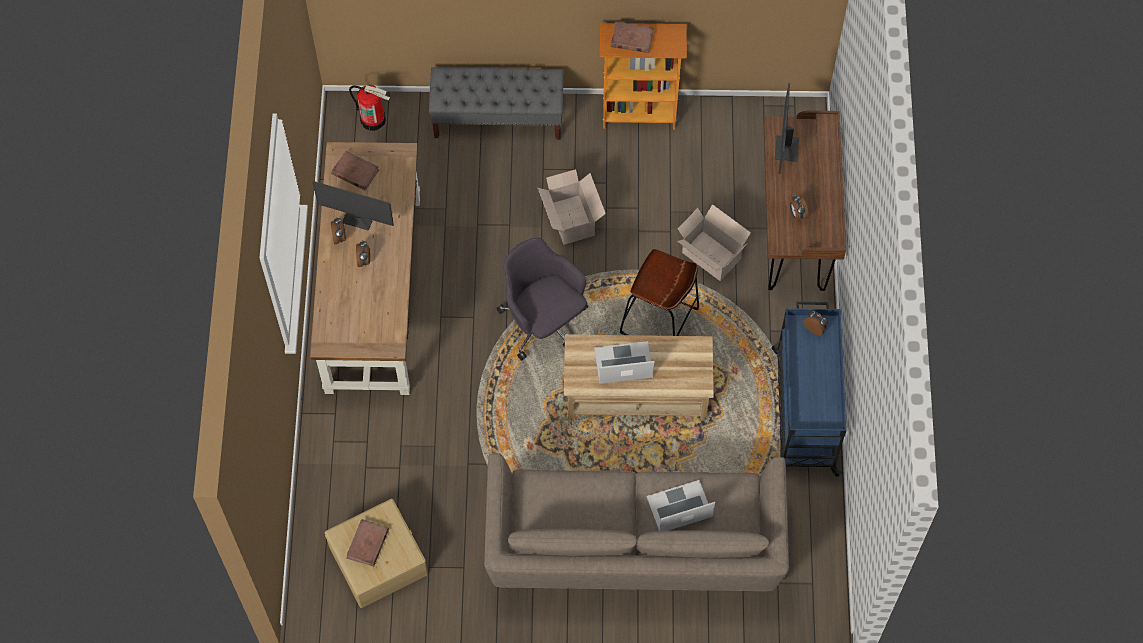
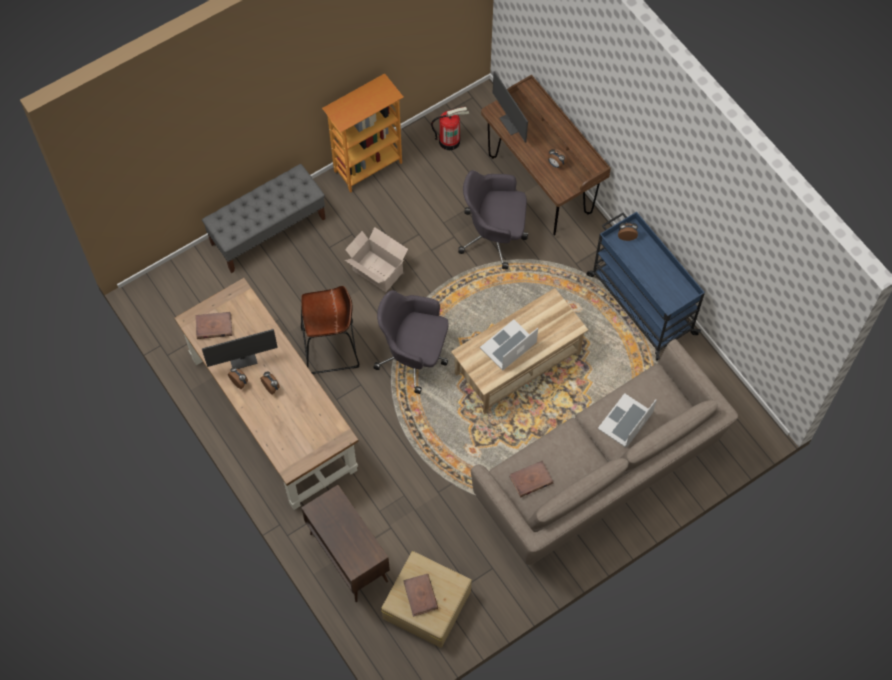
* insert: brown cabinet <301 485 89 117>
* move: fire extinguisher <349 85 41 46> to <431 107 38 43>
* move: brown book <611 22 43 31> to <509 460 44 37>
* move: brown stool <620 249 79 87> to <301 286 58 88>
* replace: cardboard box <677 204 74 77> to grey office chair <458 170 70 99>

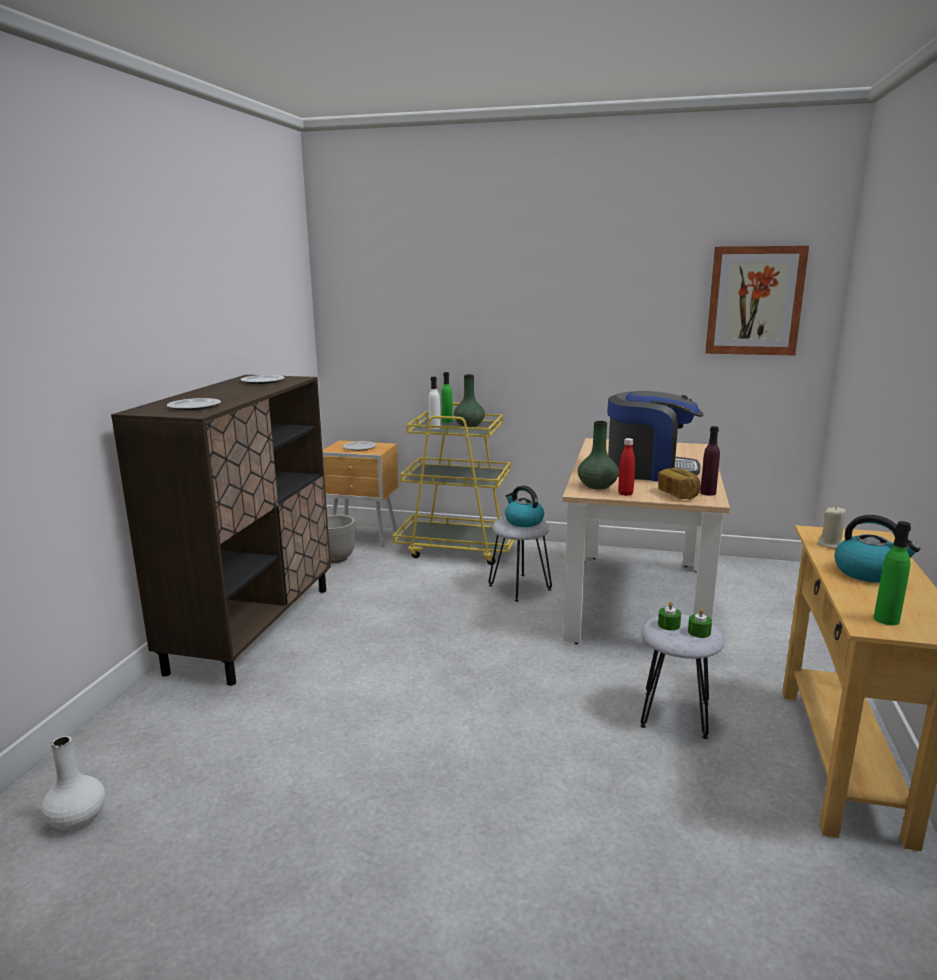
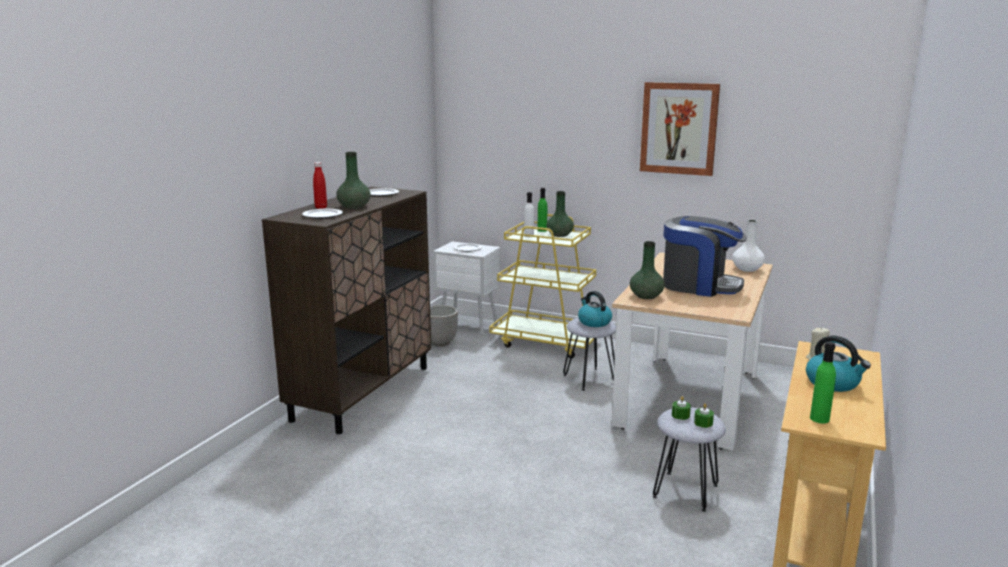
* delete: bread <658 468 43 31>
* delete: purple bottle <700 426 20 70>
* insert: green vase <336 152 35 57>
* move: white vase <41 736 64 94> to <732 220 33 52>
* move: red bottle <618 438 17 58> to <313 162 14 47>
* move: picture <705 246 104 109> to <640 82 80 94>
* recolor: brown nightstand <323 441 76 106> to white nightstand <433 241 68 94>

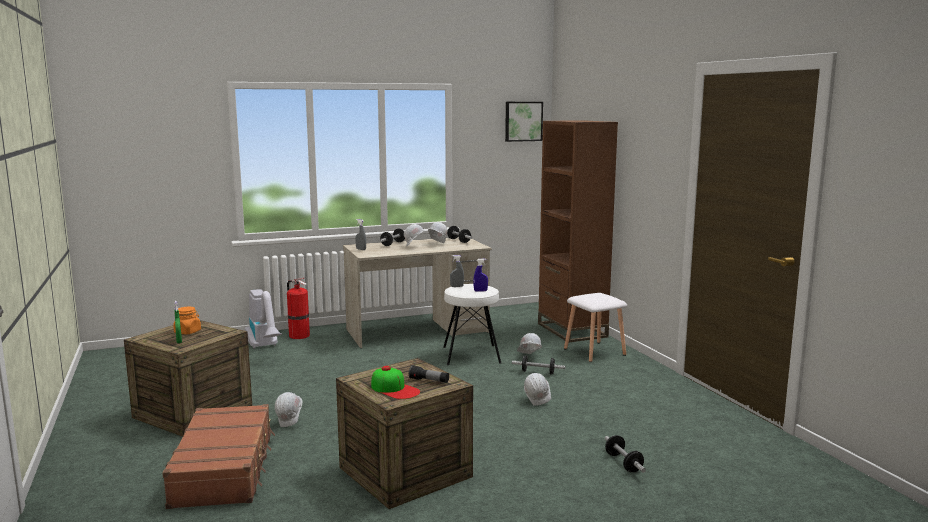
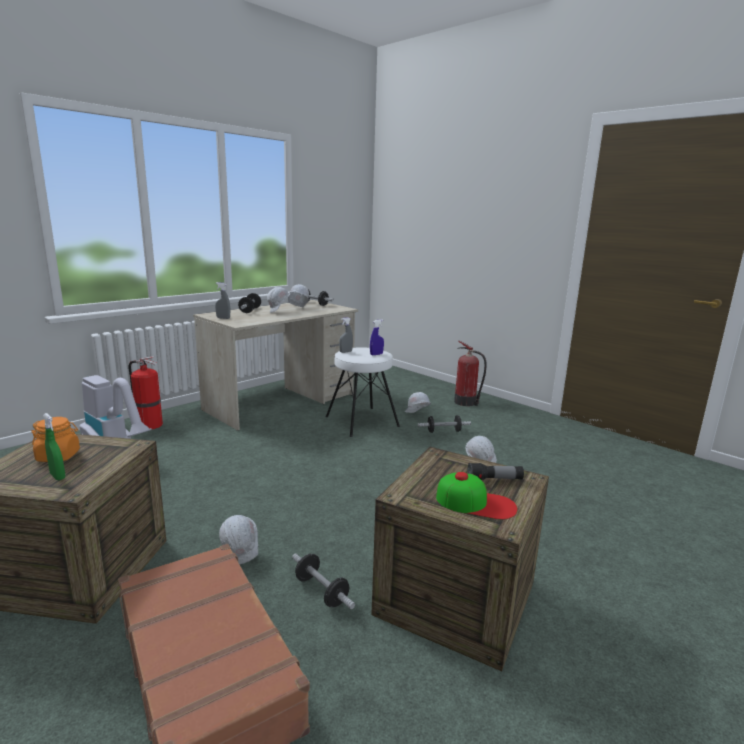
* delete: picture <505 102 38 40>
* delete: brown bookcase <538 120 80 222>
* move: dumbbell <605 435 41 38> to <292 553 63 56>
* replace: white stool <564 293 63 69> to fire extinguisher <454 341 33 65>

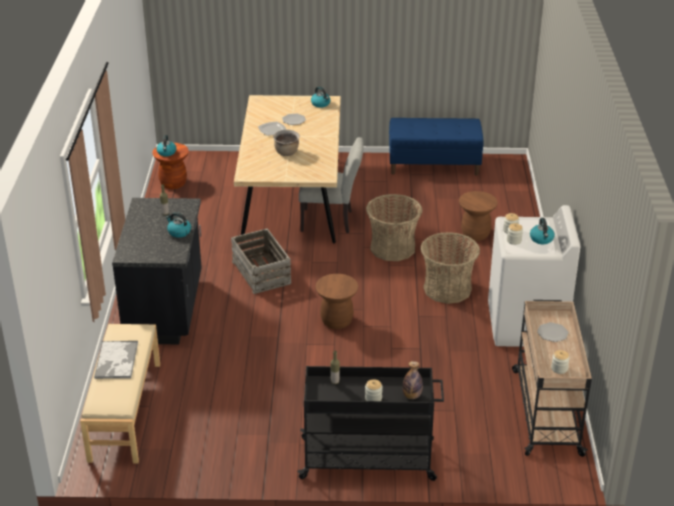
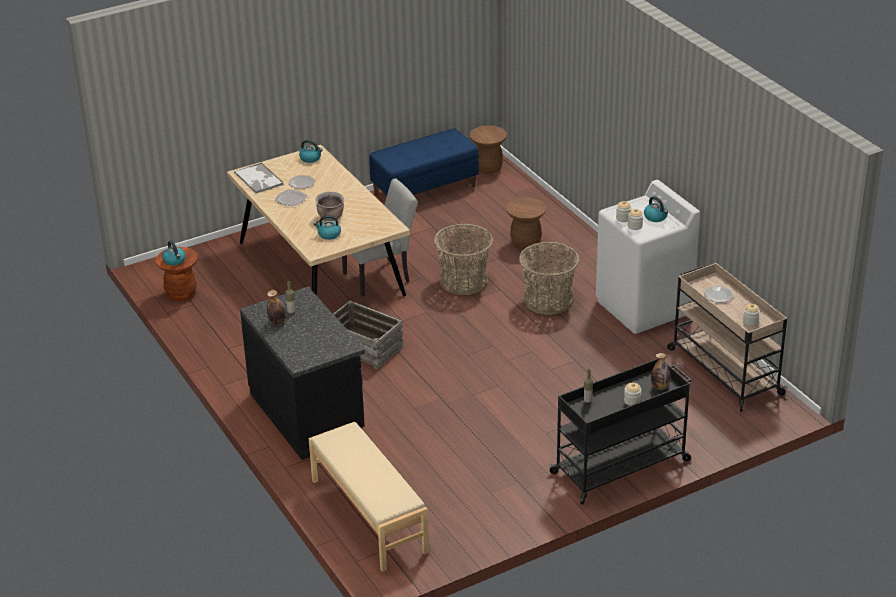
* insert: bottle <267 290 19 35>
* move: tray <94 341 44 38> to <234 163 50 30>
* move: kettle <166 212 25 26> to <314 215 27 25>
* move: brown stool <315 274 43 55> to <469 125 38 49>

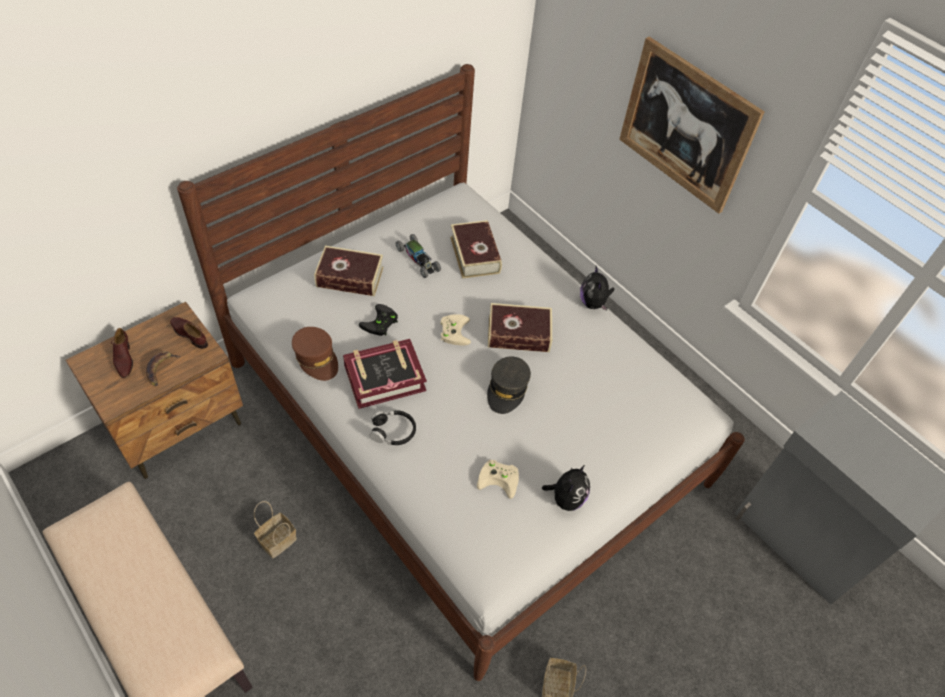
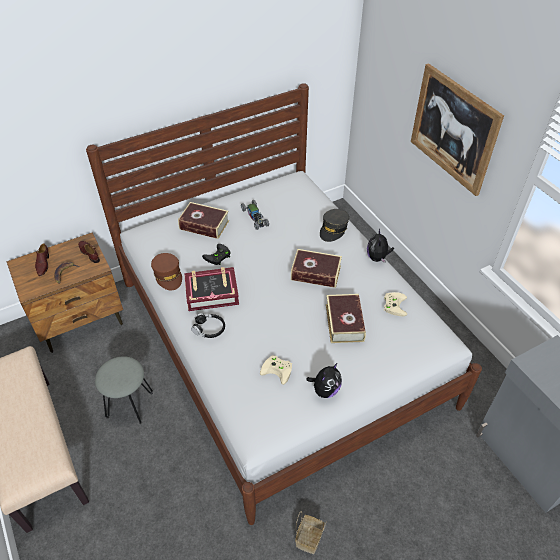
* move: beige game controller <440 314 31 32> to <384 292 23 24>
* move: book <450 220 52 59> to <326 294 40 49>
* move: grey cap <487 356 44 58> to <320 209 29 33>
* replace: basket <254 501 43 57> to grey stool <95 356 58 68>

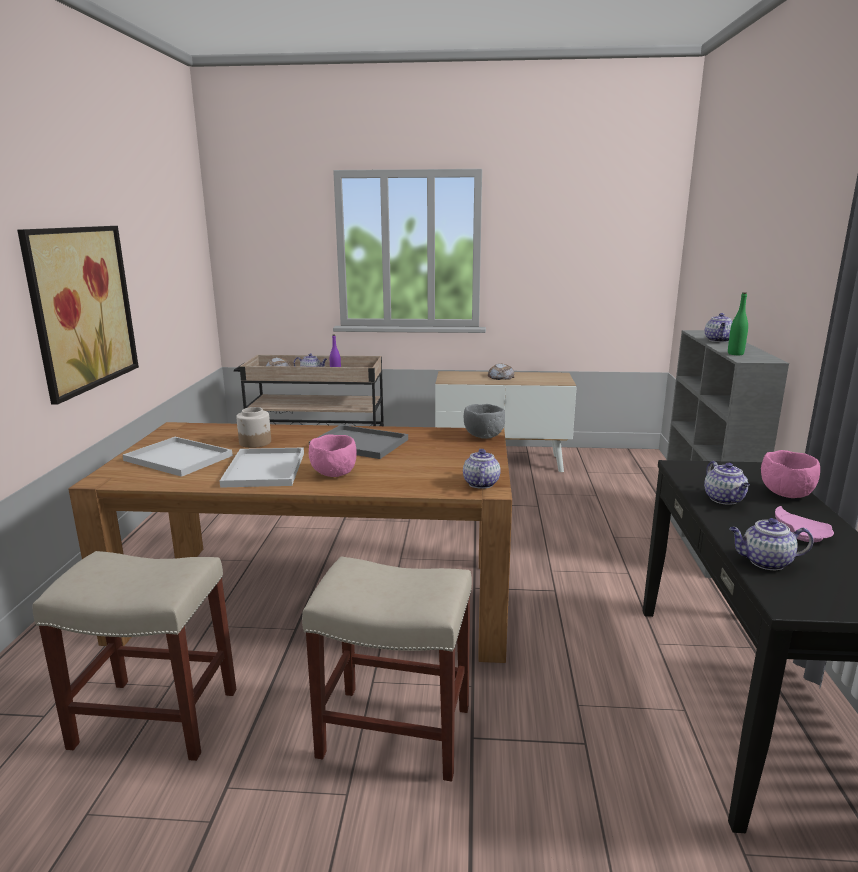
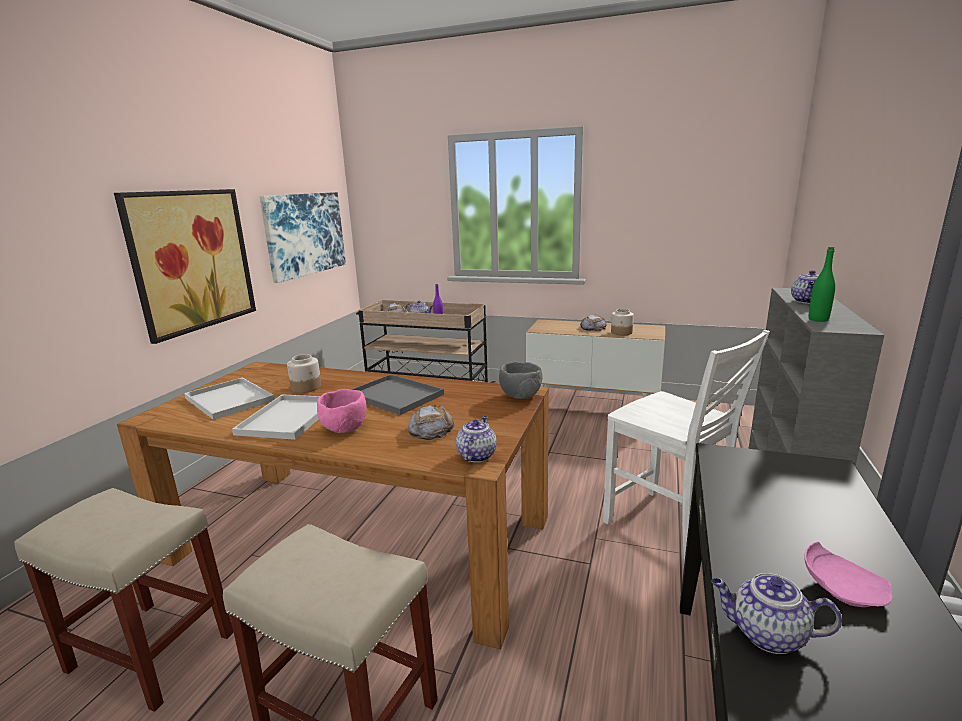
* delete: teapot <704 461 46 44>
* delete: pink bowl <761 450 59 48>
* insert: picture <259 192 87 91>
* insert: bread <408 405 48 35>
* insert: white chair <603 330 167 232>
* insert: jar <611 309 23 26>

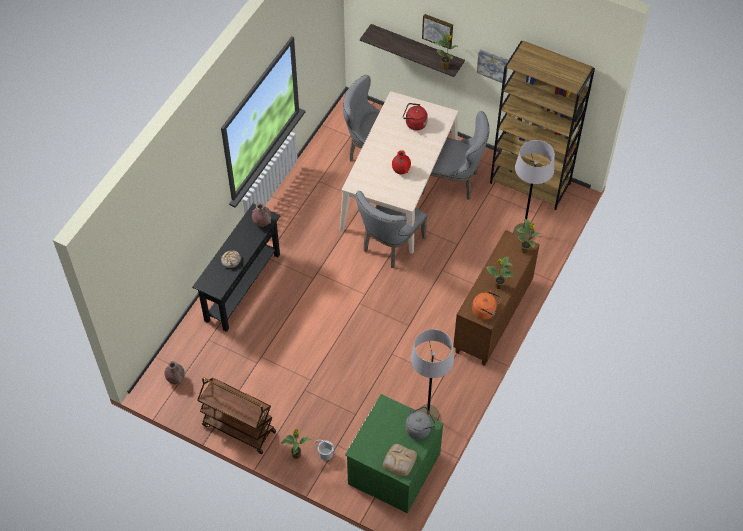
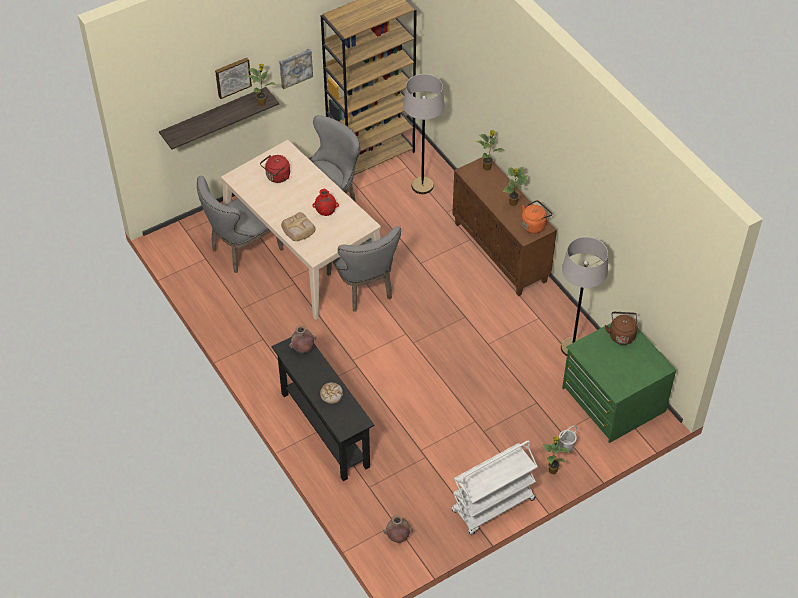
* move: bread <383 444 34 32> to <281 212 35 29>
* recolor: brown cart <197 378 79 76> to white cart <451 440 87 95>
* recolor: grey kettle <406 406 30 34> to brown kettle <605 312 32 33>

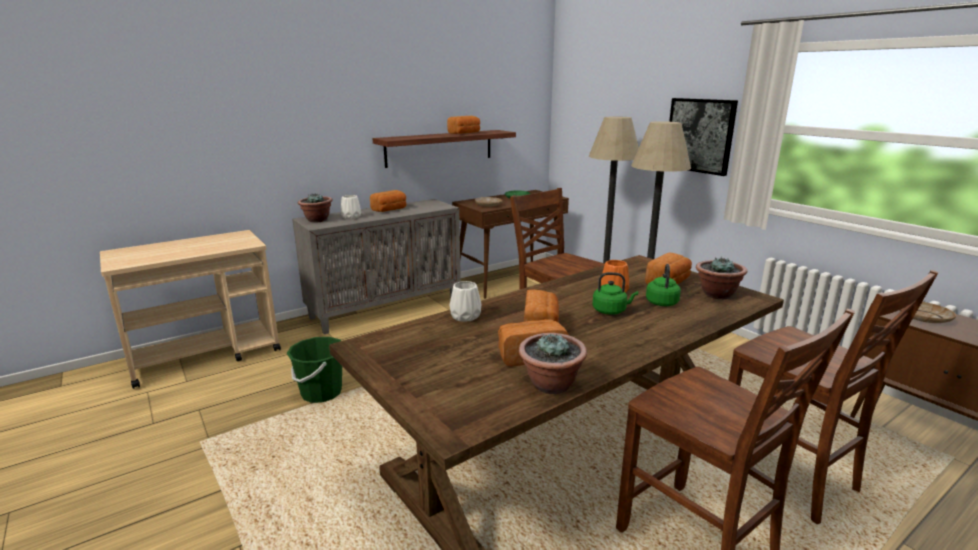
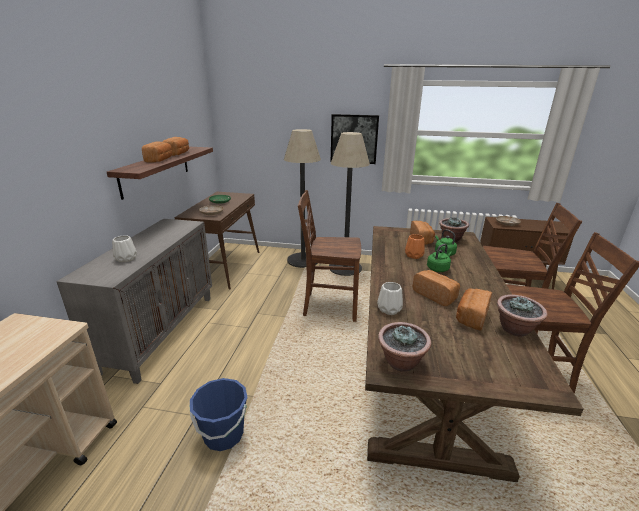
* move: potted plant <298 193 35 30> to <378 322 53 50>
* move: bread <370 190 36 22> to <142 141 30 22>
* recolor: green bucket <287 337 55 66> to blue bucket <190 378 58 73>

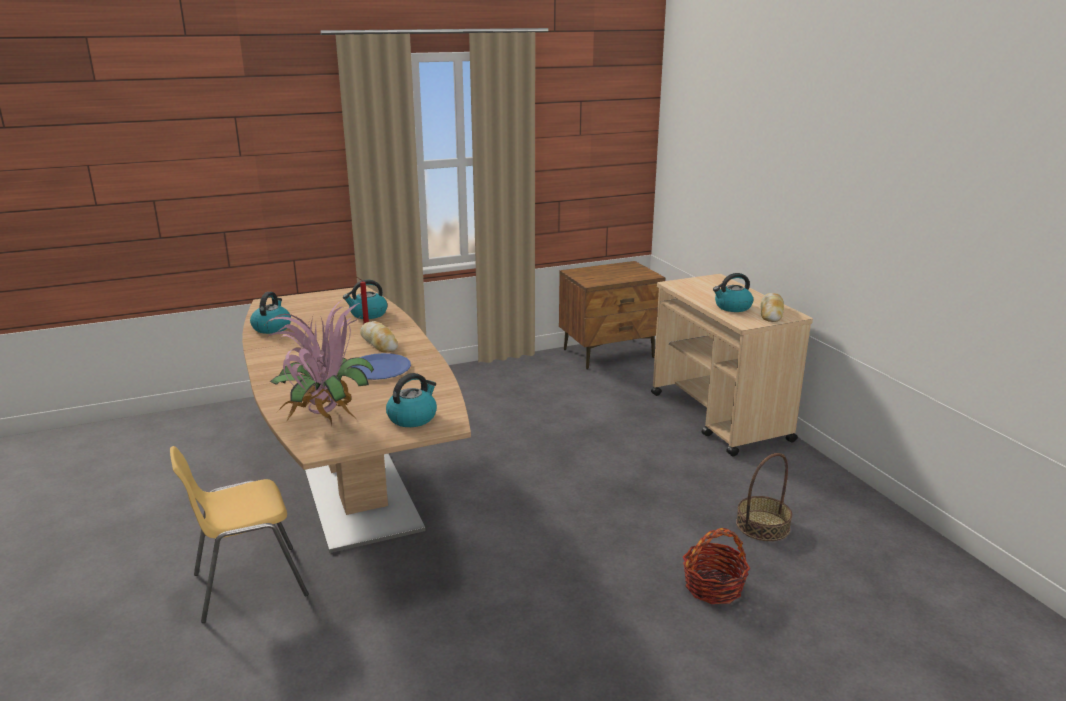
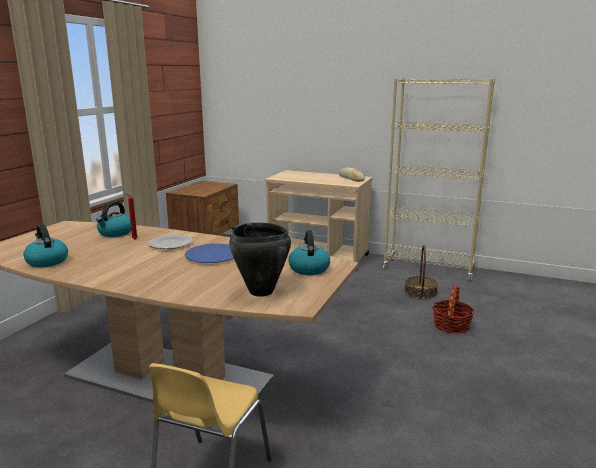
* delete: kettle <713 273 40 39>
* insert: beige bookcase <383 78 112 204>
* replace: potted plant <263 298 111 128> to black cooking pot <229 222 62 75>
* replace: bread <360 321 38 31> to plate <148 235 45 14>

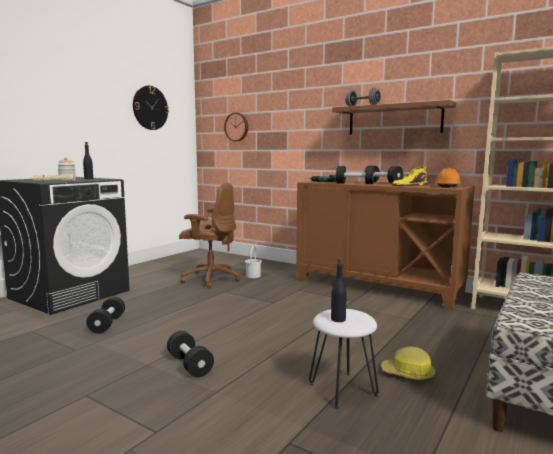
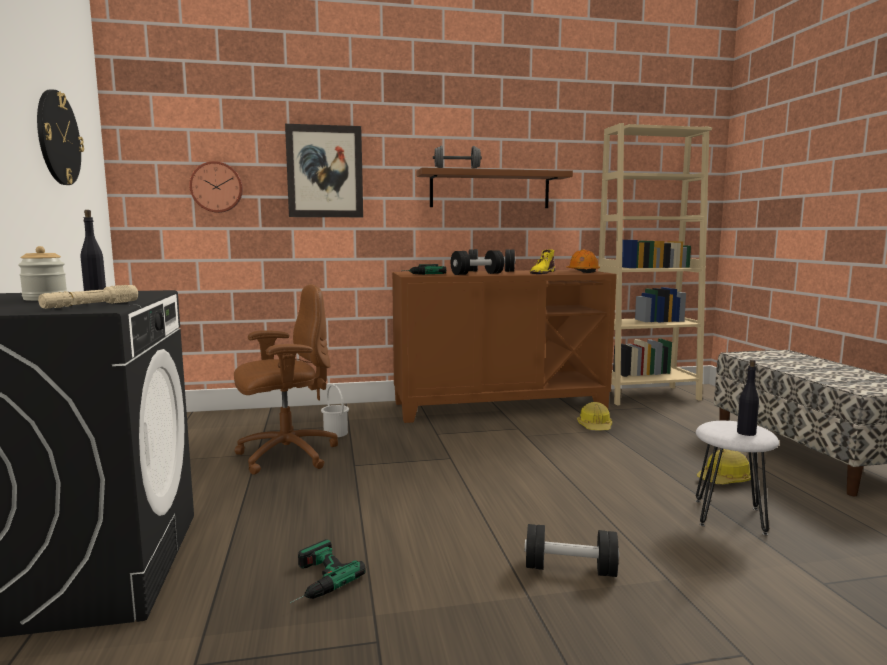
* insert: picture <285 124 78 93>
* insert: hard hat <577 402 35 28>
* replace: black dumbbell <86 297 39 37> to power drill <290 539 76 64>

